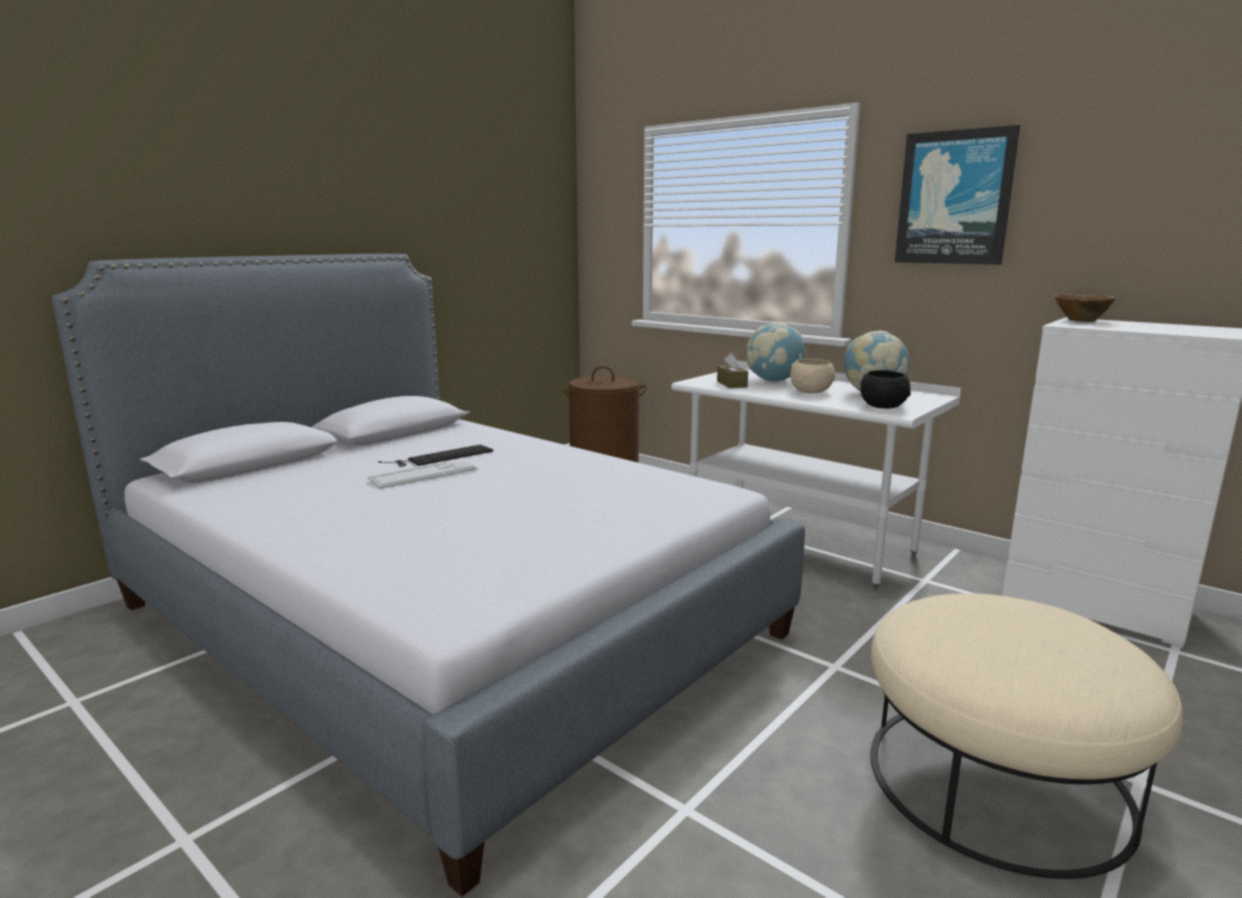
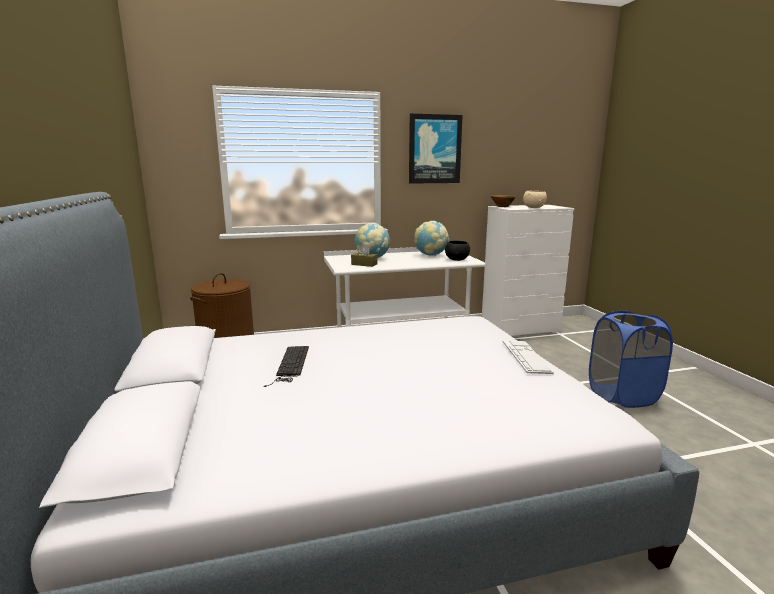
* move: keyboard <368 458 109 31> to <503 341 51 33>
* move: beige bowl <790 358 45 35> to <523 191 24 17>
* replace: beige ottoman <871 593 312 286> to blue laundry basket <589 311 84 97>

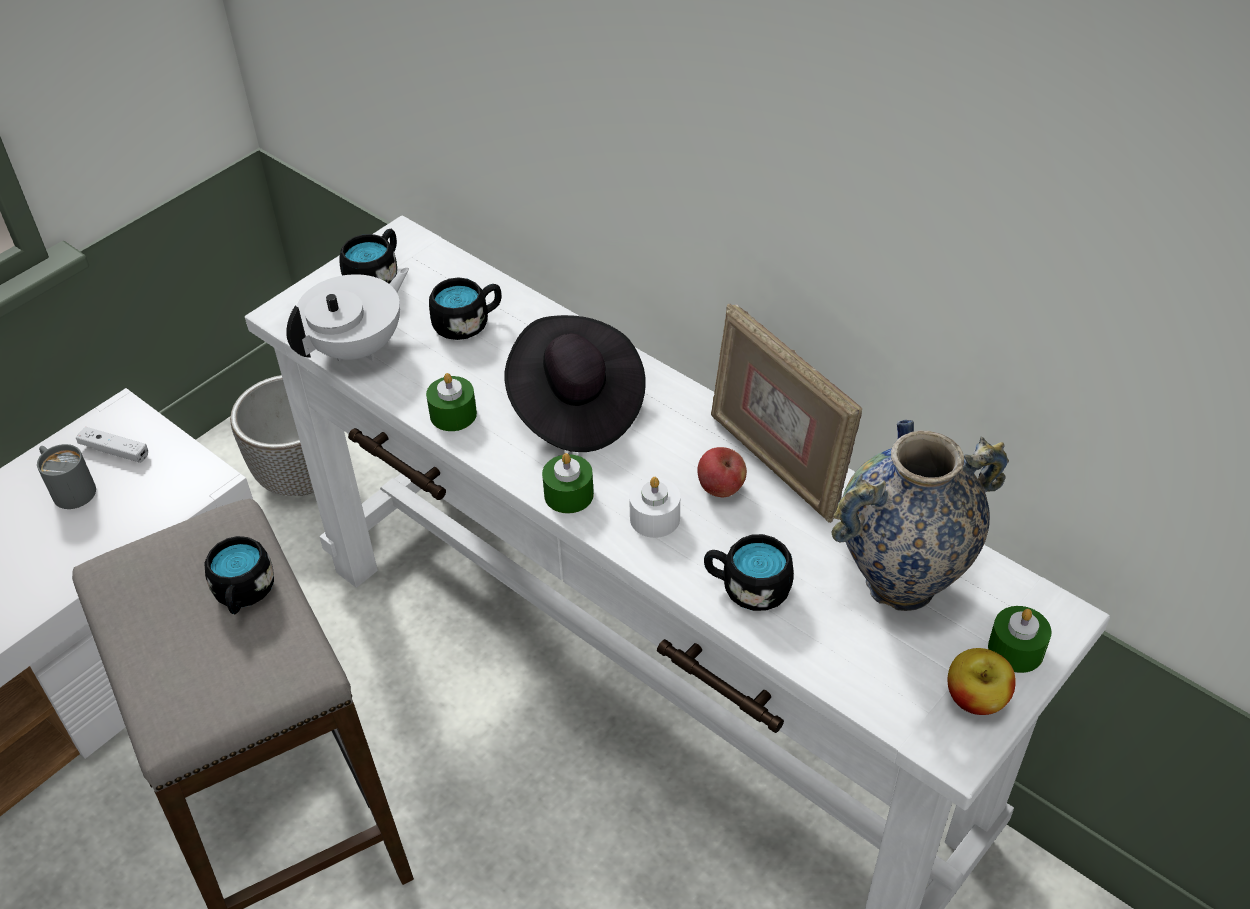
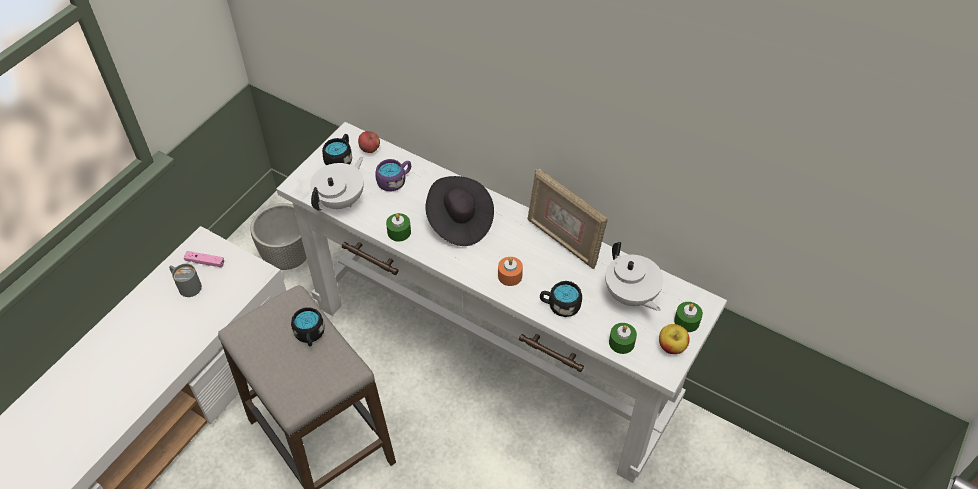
* move: green candle <542 453 52 61> to <609 323 28 31>
* move: apple <697 447 50 50> to <358 131 22 22>
* replace: vase <831 420 178 191> to white teapot <605 242 59 69>
* recolor: white game controller <76 427 72 36> to pink game controller <184 251 40 16>
* recolor: black mug <429 277 72 63> to purple mug <375 159 36 32>
* recolor: white candle <629 477 51 61> to orange candle <498 257 25 29>

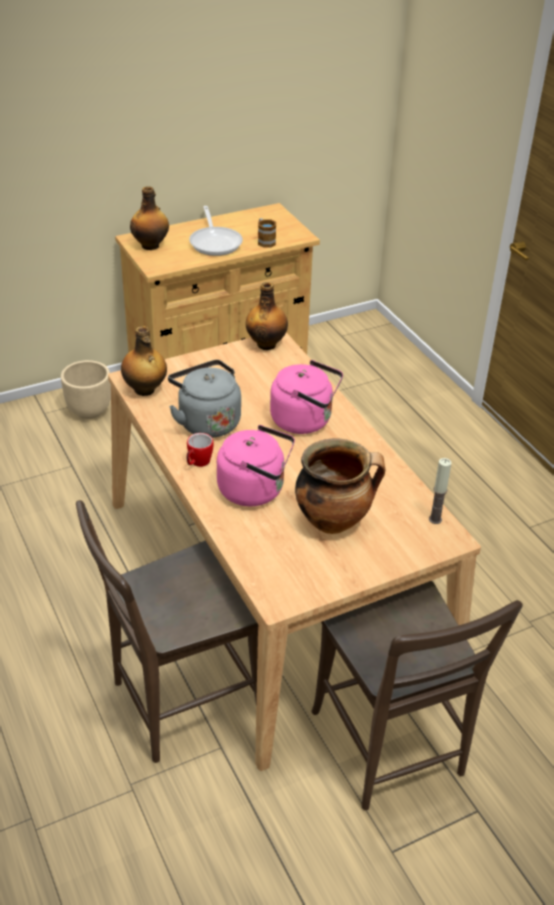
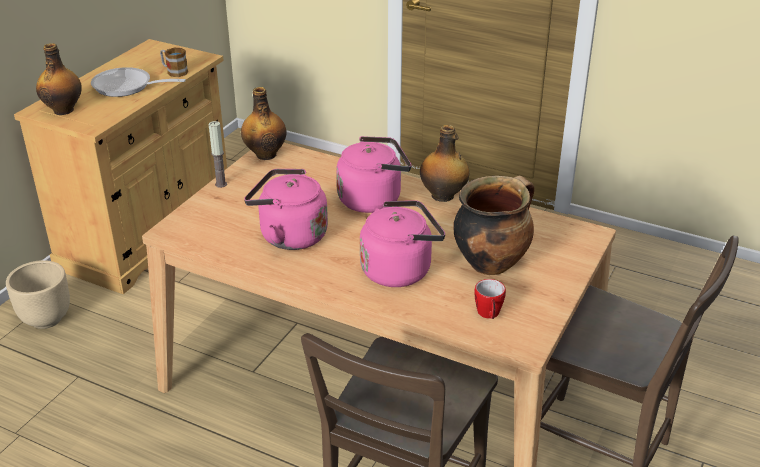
* move: bottle <121 326 46 70> to <420 125 49 77>
* move: mug <186 433 28 34> to <474 279 32 40>
* move: candle <429 458 22 66> to <209 121 18 67>
* recolor: grey kettle <168 360 73 78> to pink kettle <244 169 84 81>
* rotate: frying pan <189 206 54 50> = <91 67 95 30> 150 degrees clockwise

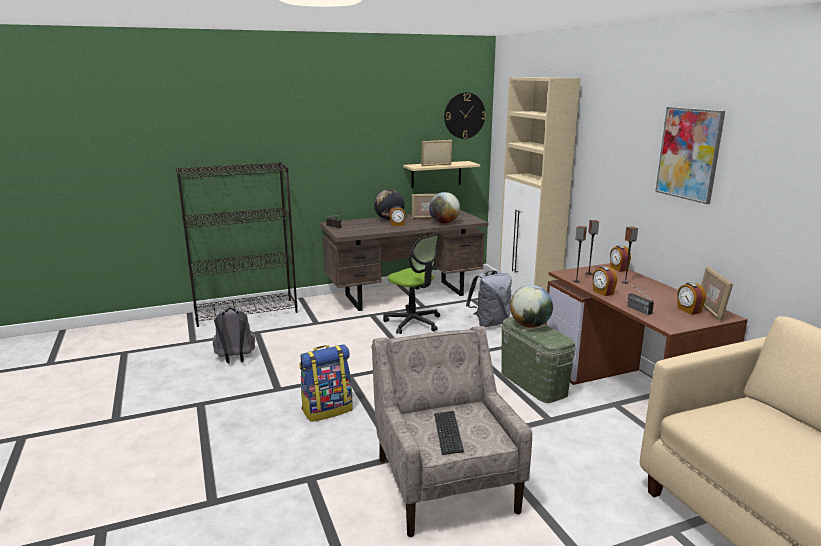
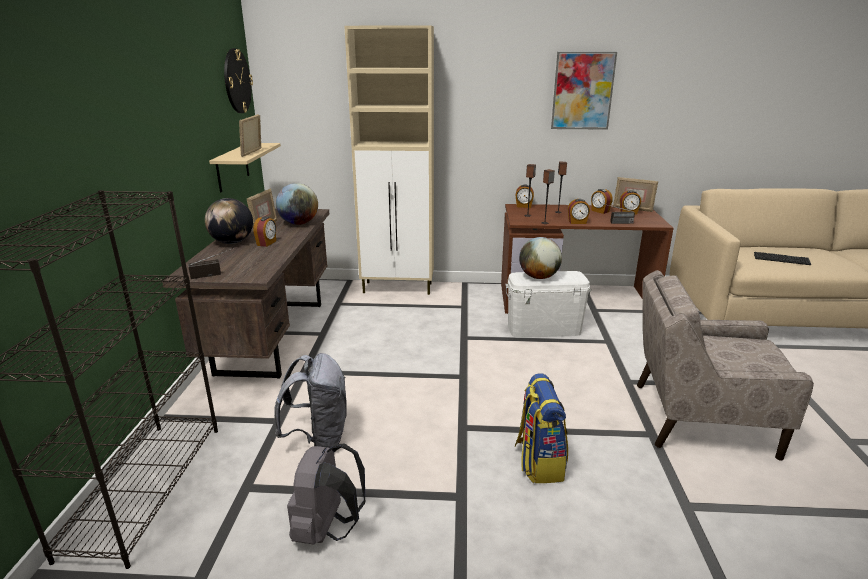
* delete: office chair <383 233 57 101>
* insert: alarm clock <591 189 22 25>
* move: keyboard <434 411 30 44> to <754 252 57 13>
* move: grey backpack <466 270 46 57> to <274 353 73 95>
* recolor: green storage box <501 317 75 86> to white storage box <505 271 86 67>

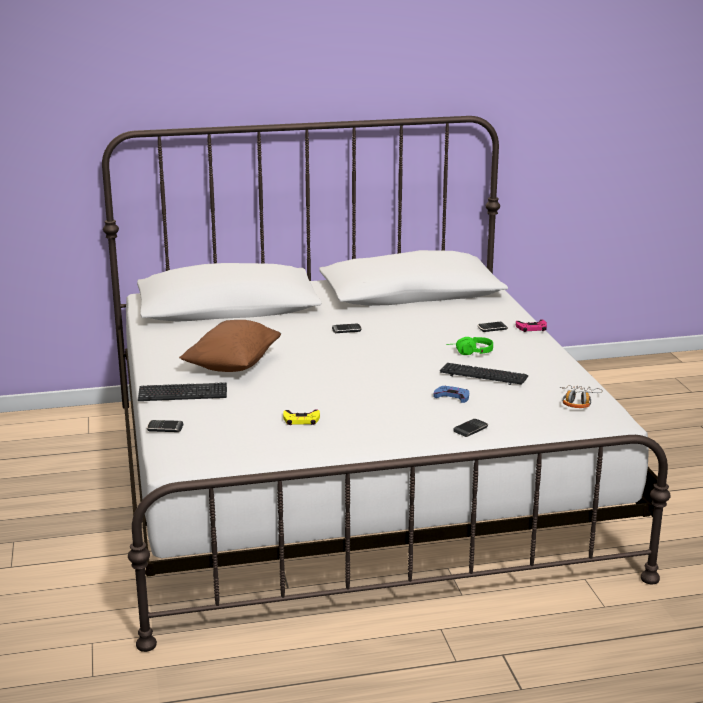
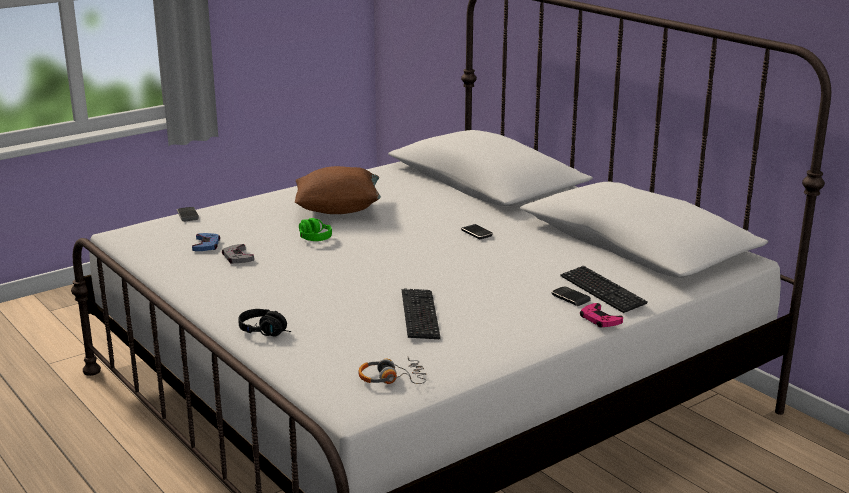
* move: keyboard <138 382 89 19> to <561 266 87 47>
* move: blue game controller <433 386 36 17> to <192 233 28 18>
* move: green headphones <446 337 47 18> to <299 218 33 23>
* replace: phone <453 419 35 18> to black headphones <238 309 54 28>
* recolor: yellow game controller <283 409 37 16> to grey game controller <222 244 32 20>

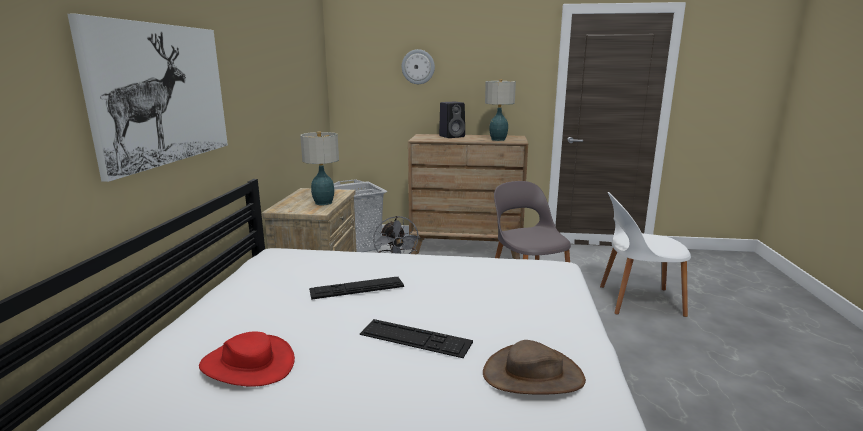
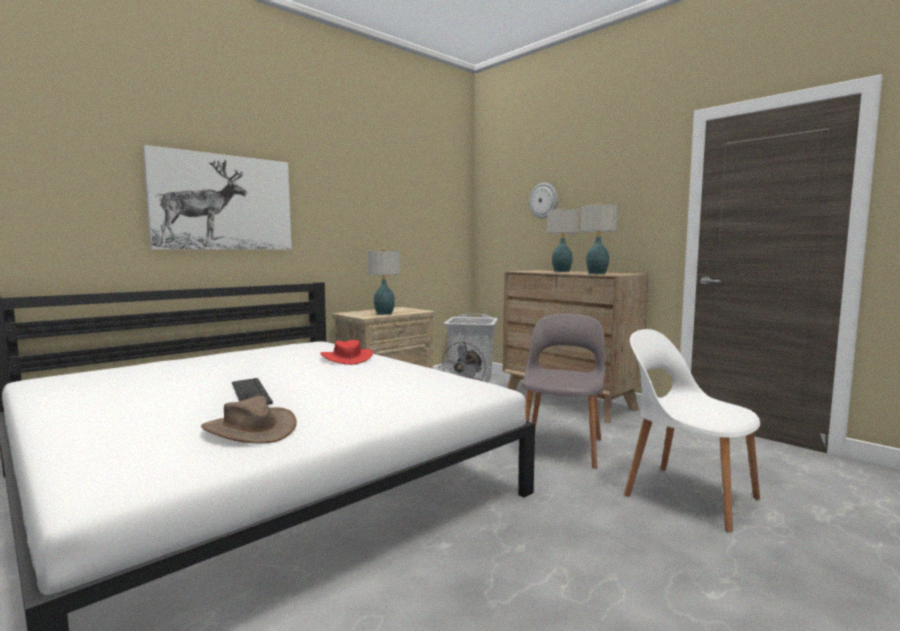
* delete: keyboard <309 277 95 23>
* move: red hat <199 331 96 56> to <320 340 53 25>
* replace: black speaker <439 102 26 36> to table lamp <547 208 33 64>

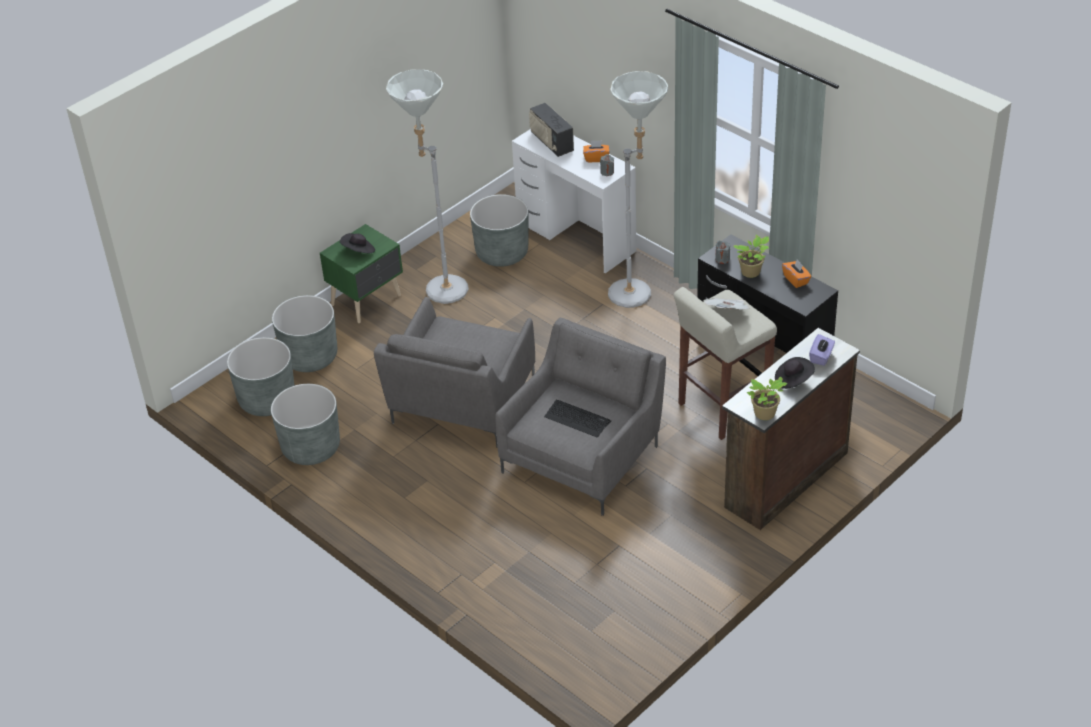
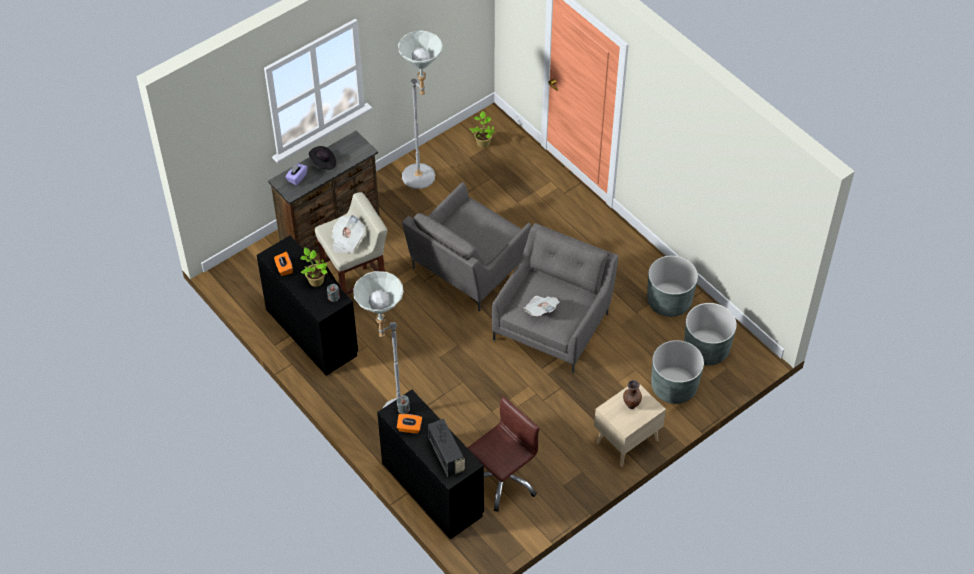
* delete: keyboard <544 400 67 38>
* insert: newspaper <523 296 37 20>
* move: grey floor lamp <386 69 83 235> to <398 30 45 159>
* move: potted plant <747 376 41 44> to <470 111 25 37>
* replace: black hat <340 233 35 20> to brown vase <623 380 19 29>
* replace: grey planter <470 194 58 73> to brown office chair <467 396 73 116>
* recolor: green nightstand <320 224 83 99> to beige nightstand <594 385 72 82>
* recolor: white desk <512 129 124 144> to black desk <377 390 107 150>

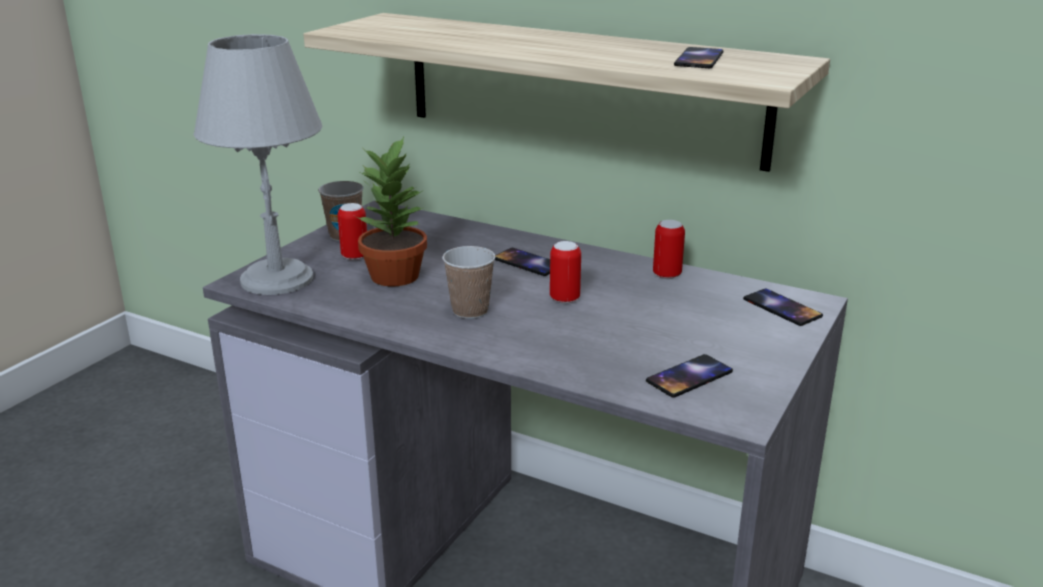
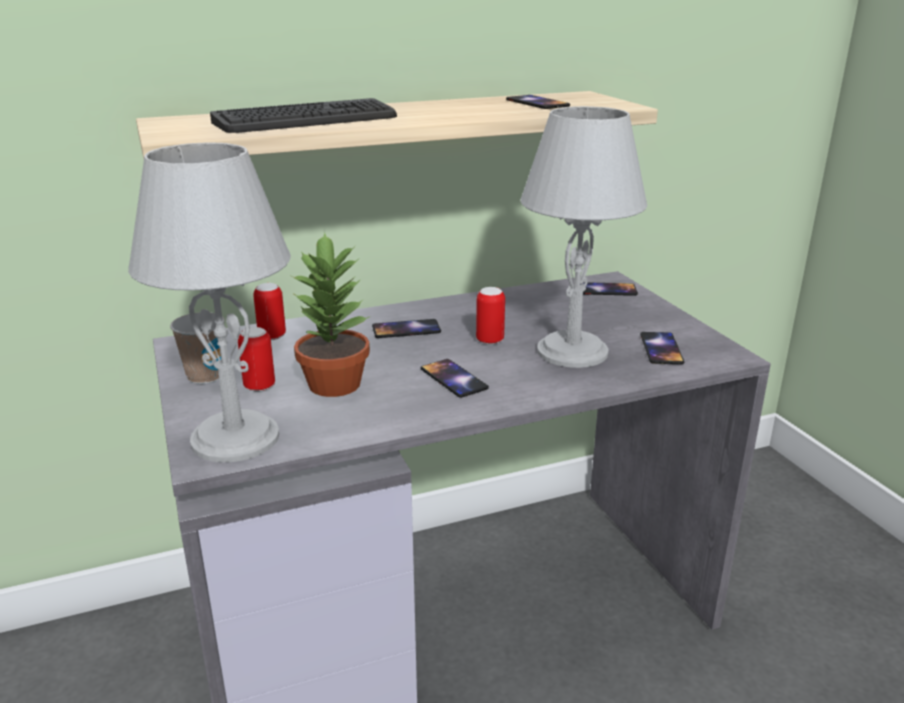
* insert: keyboard <210 98 187 35>
* insert: grey table lamp <520 106 128 262>
* move: can <653 220 32 59> to <253 283 33 57>
* replace: cup <442 246 54 73> to phone <421 359 68 39>

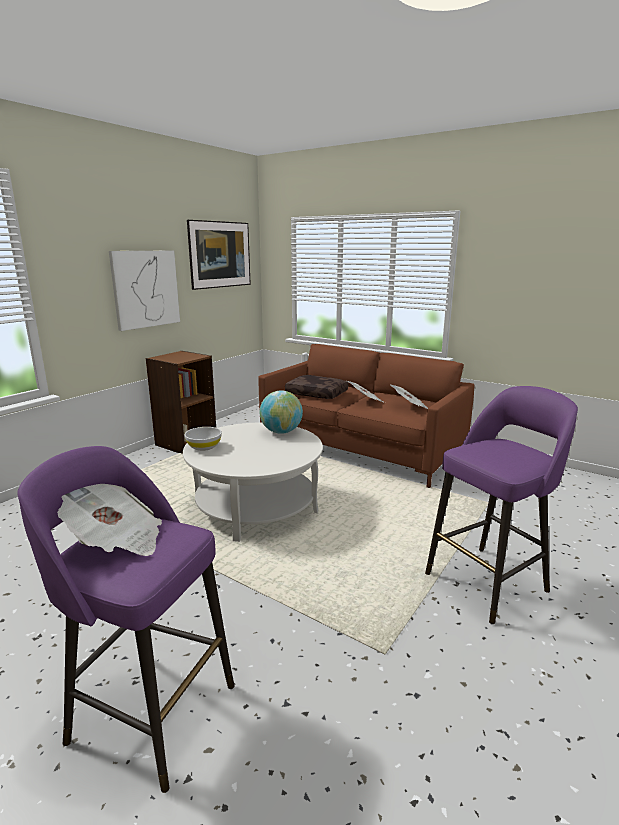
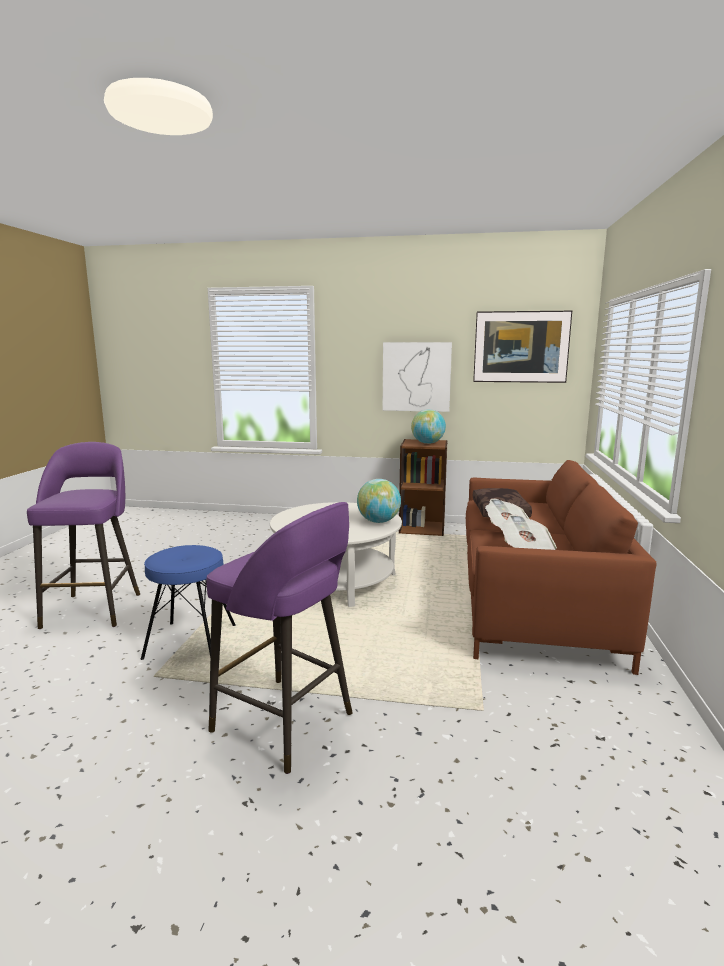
* delete: newspaper <57 484 105 72>
* delete: white bowl <185 427 37 24>
* insert: blue stool <141 545 95 115>
* insert: globe <411 409 35 35>

